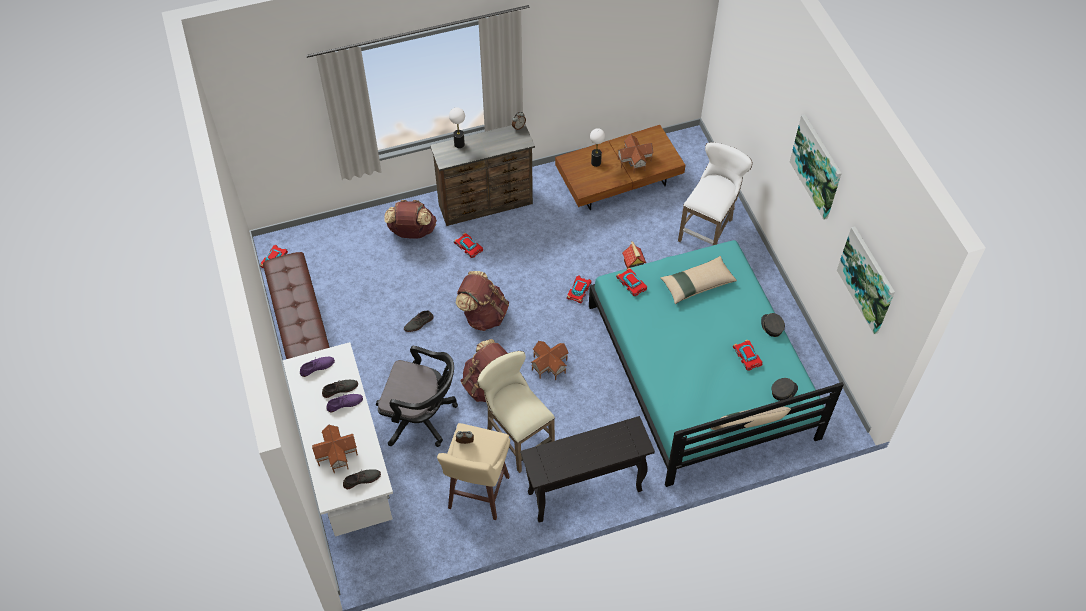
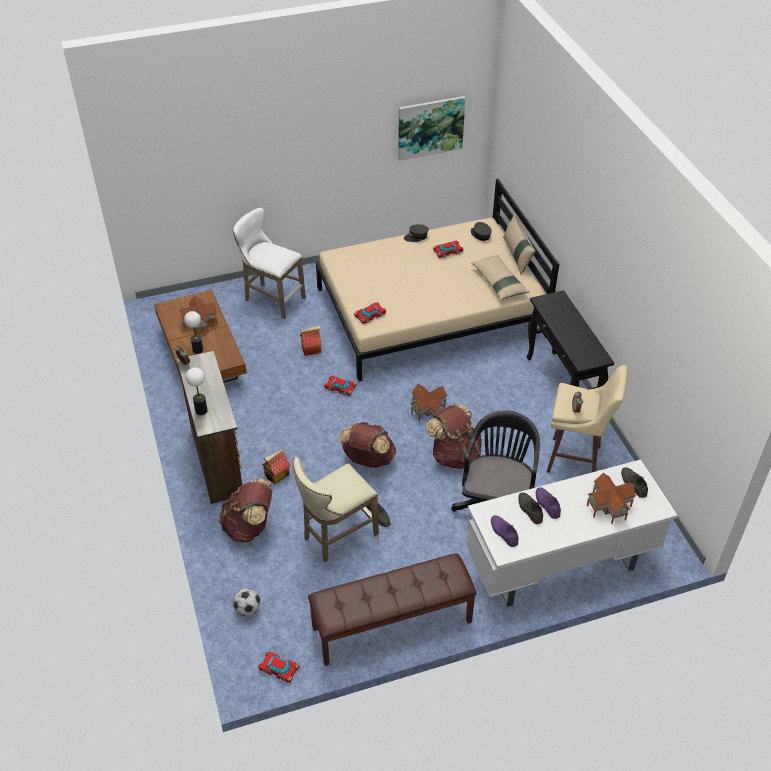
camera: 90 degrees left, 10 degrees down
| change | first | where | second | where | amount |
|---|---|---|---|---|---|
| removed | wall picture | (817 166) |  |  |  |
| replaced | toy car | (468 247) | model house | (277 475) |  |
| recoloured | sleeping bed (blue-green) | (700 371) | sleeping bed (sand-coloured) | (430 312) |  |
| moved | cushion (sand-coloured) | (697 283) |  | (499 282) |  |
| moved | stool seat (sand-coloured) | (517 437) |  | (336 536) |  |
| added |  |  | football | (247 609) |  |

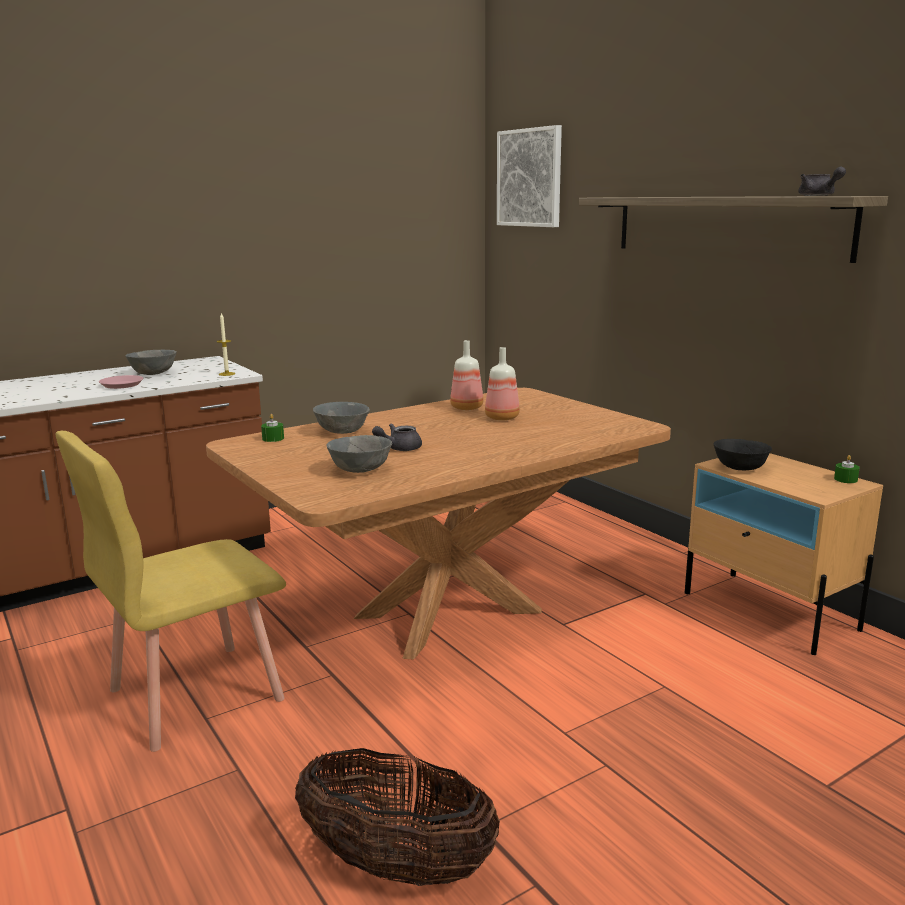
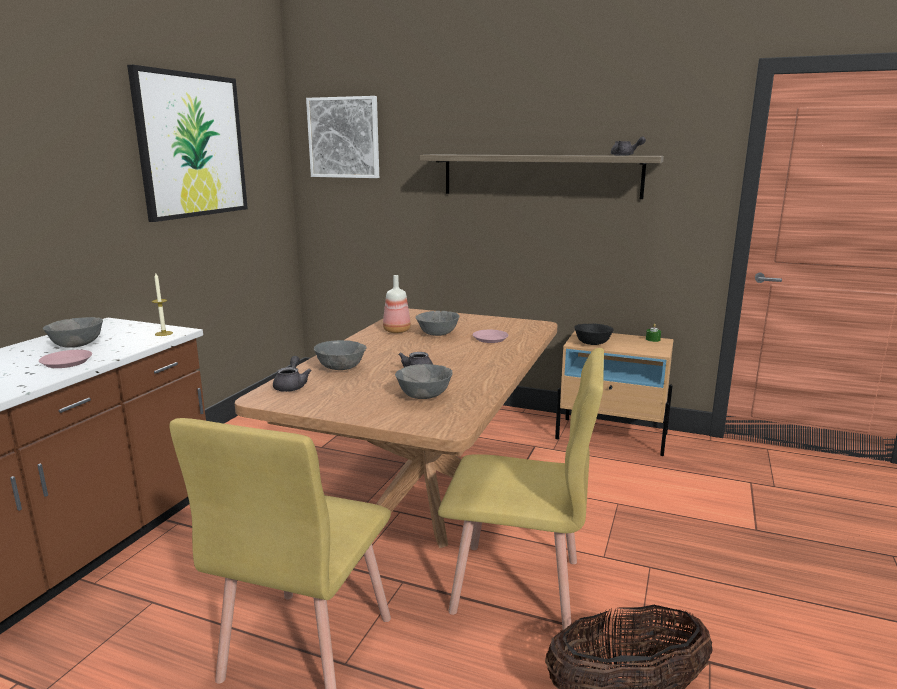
camera: 35 degrees left, 0 degrees up
| change | first | where | second | where | amount |
|---|---|---|---|---|---|
| replaced | beverage bottle | (501 417) | deep dish (gray) | (437 334) |  |
| replaced | wax candle (green) | (273 438) | teapot (gray) | (291 386) |  |
| added |  |  | wall picture | (192 145) |  |
| added |  |  | flat dish (pink) | (490 339) |  |
| added |  |  | chair (yellow-coloured) | (518 586) |  |

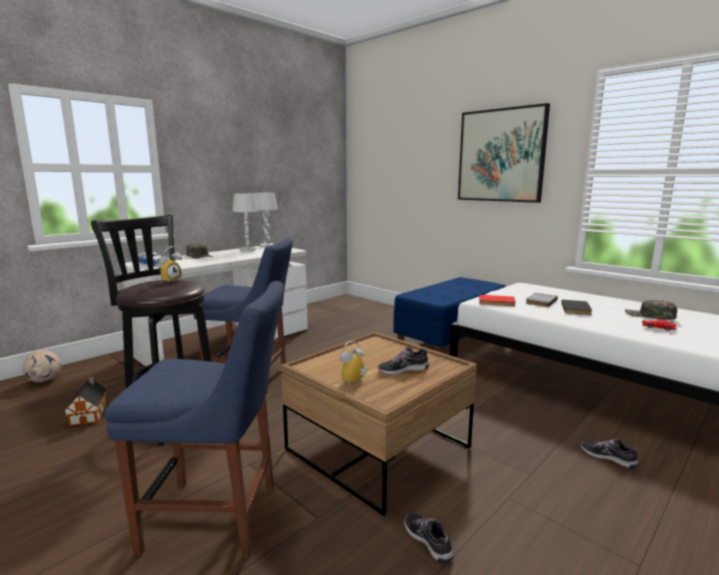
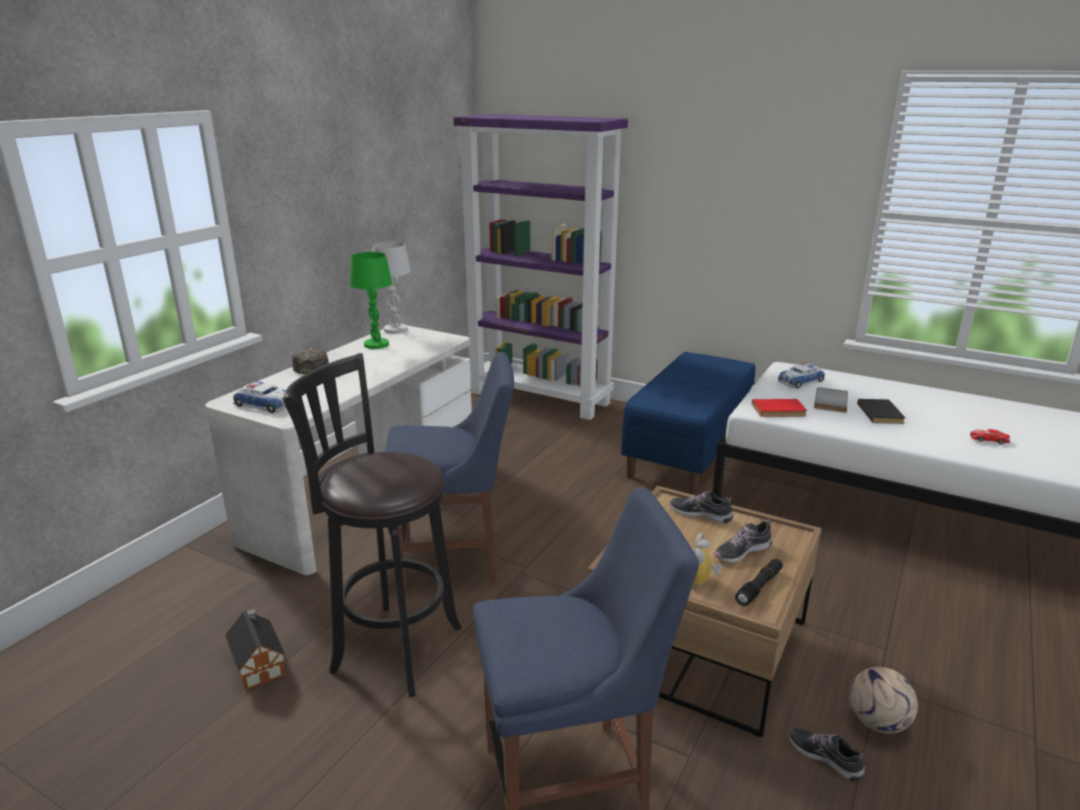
camera: 15 degrees left, 10 degrees up
| change | first | where | second | where | amount |
|---|---|---|---|---|---|
| removed | wall picture | (501 155) |  |  |  |
| recoloured | lamp for a table (whitish) | (248 250) | lamp for a table (green) | (376 344) |  |
| removed | bedside clock | (170 281) |  |  |  |
| removed | peaked cap (green) | (649 315) |  |  |  |
| moved | football | (45 380) |  | (877 722) |  |
| moved | item of footwear | (608 457) |  | (700 514) |  |
| added |  |  | shelving unit (purplish) | (541 398) |  |
| added |  |  | toy car | (800 381) |  |
| added |  |  | torch (black-coloured) | (759 587) |  |

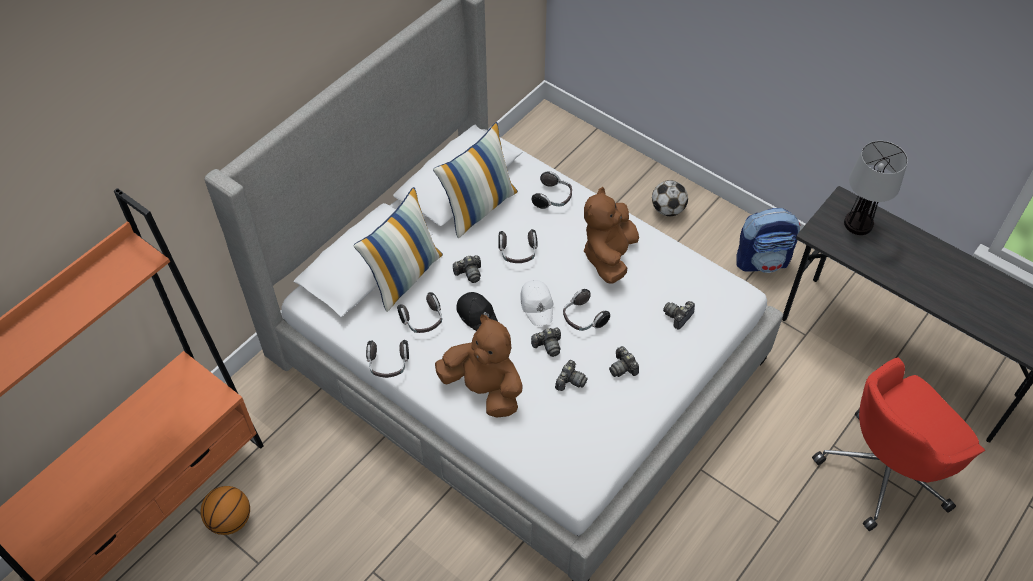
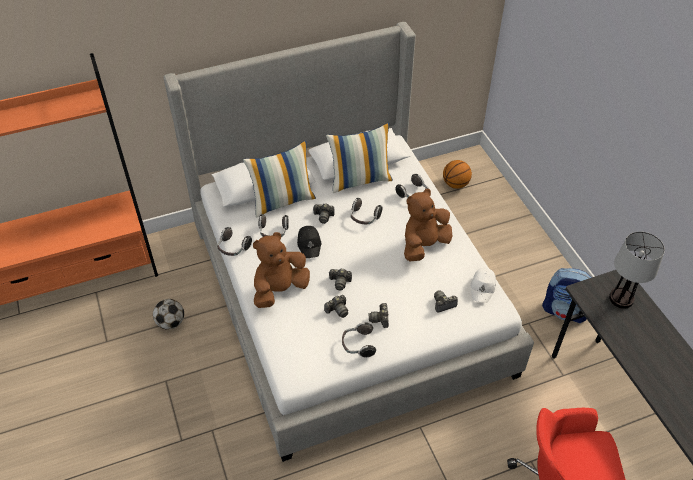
camera: 30 degrees right, 5 degrees down
| change | first | where | second | where | amount |
|---|---|---|---|---|---|
| moved | football | (667 210) |  | (171 323) |  |
| moved | peaked cap (whitish) | (537 305) |  | (483 287) |  |
| moved | headset | (583 318) |  | (358 345) |  |
| turned | soft toy (brownish) | (484 389) |  | (280 289) | 105 degrees counterclockwise |
| moved | ball for basketball | (230 520) |  | (455 184) |  |

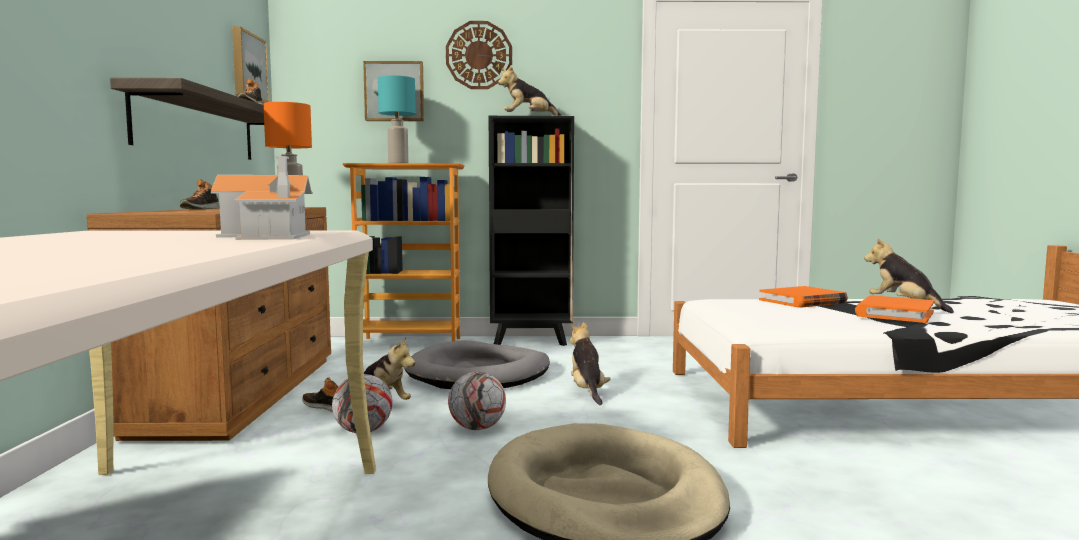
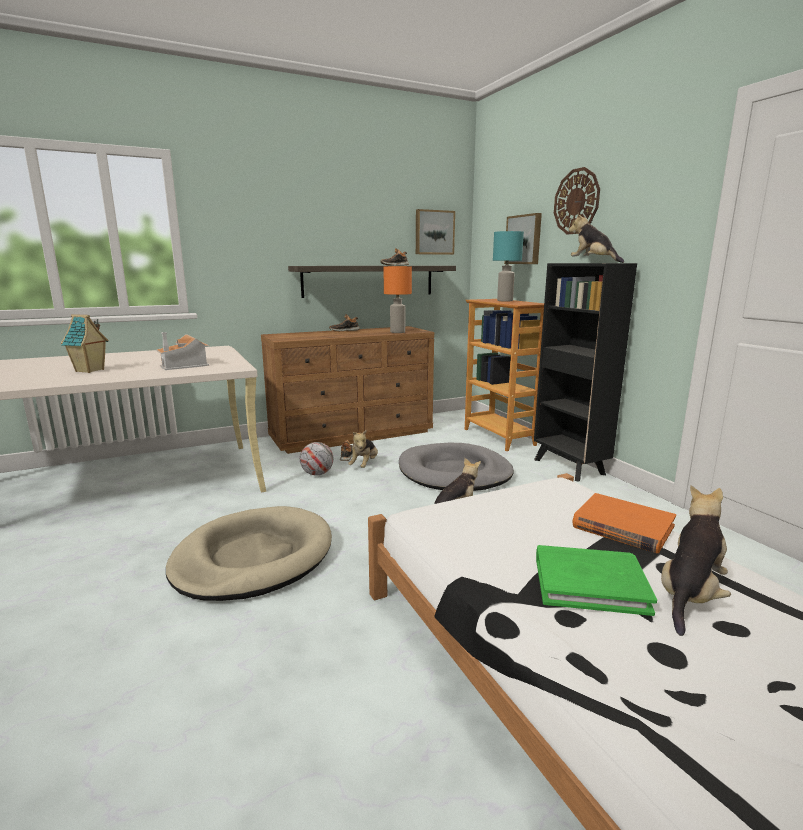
camera: 65 degrees right, 10 degrees up
| change | first | where | second | where | amount |
|---|---|---|---|---|---|
| recoloured | bound book (orange) | (894 314) | bound book (green) | (589 583) |  |
| removed | football | (477 428) |  |  |  |
| added |  |  | model house | (90 370) |  |

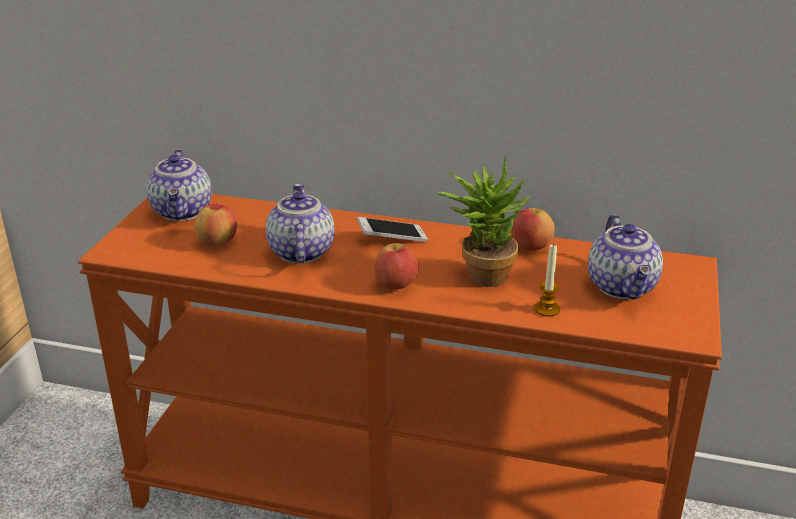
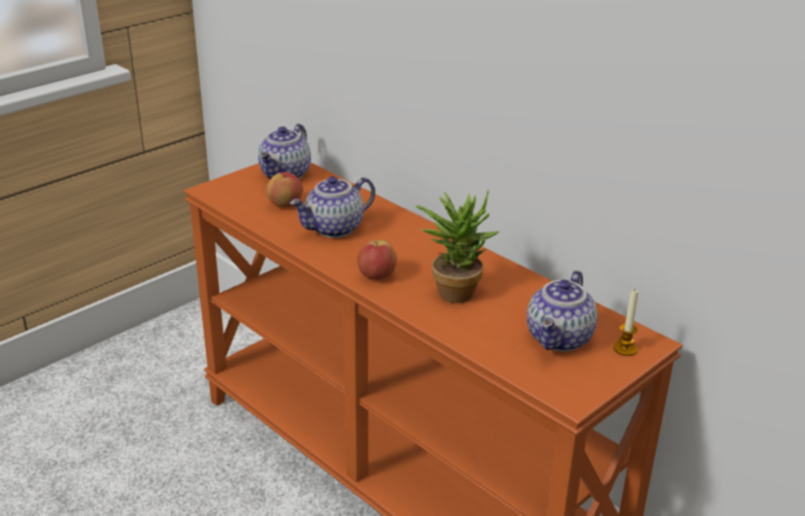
camera: 30 degrees right, 0 degrees up
| change | first | where | second | where | amount |
|---|---|---|---|---|---|
| turned | teapot | (299 252) |  | (334 229) | 150 degrees counterclockwise |
| removed | whole apple | (530 247) |  |  |  |
| removed | phone | (392 239) |  |  |  |
| moved | wax candle | (547 309) |  | (625 348) |  |

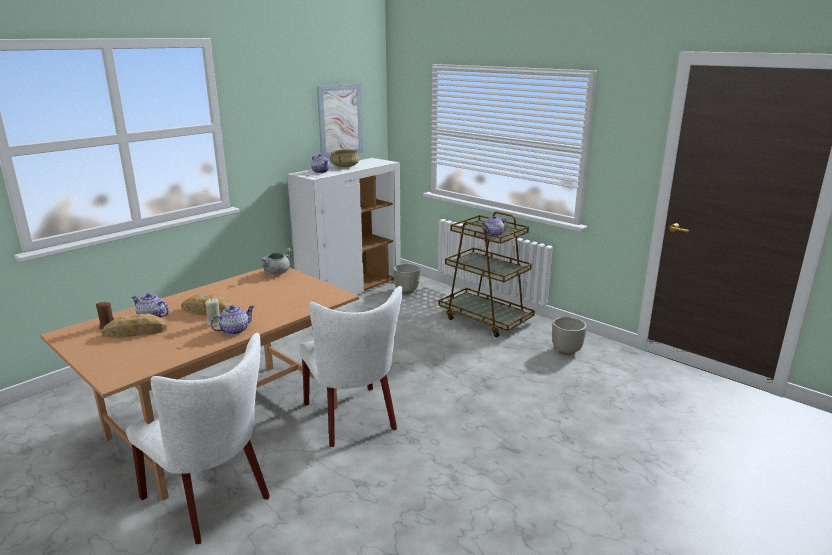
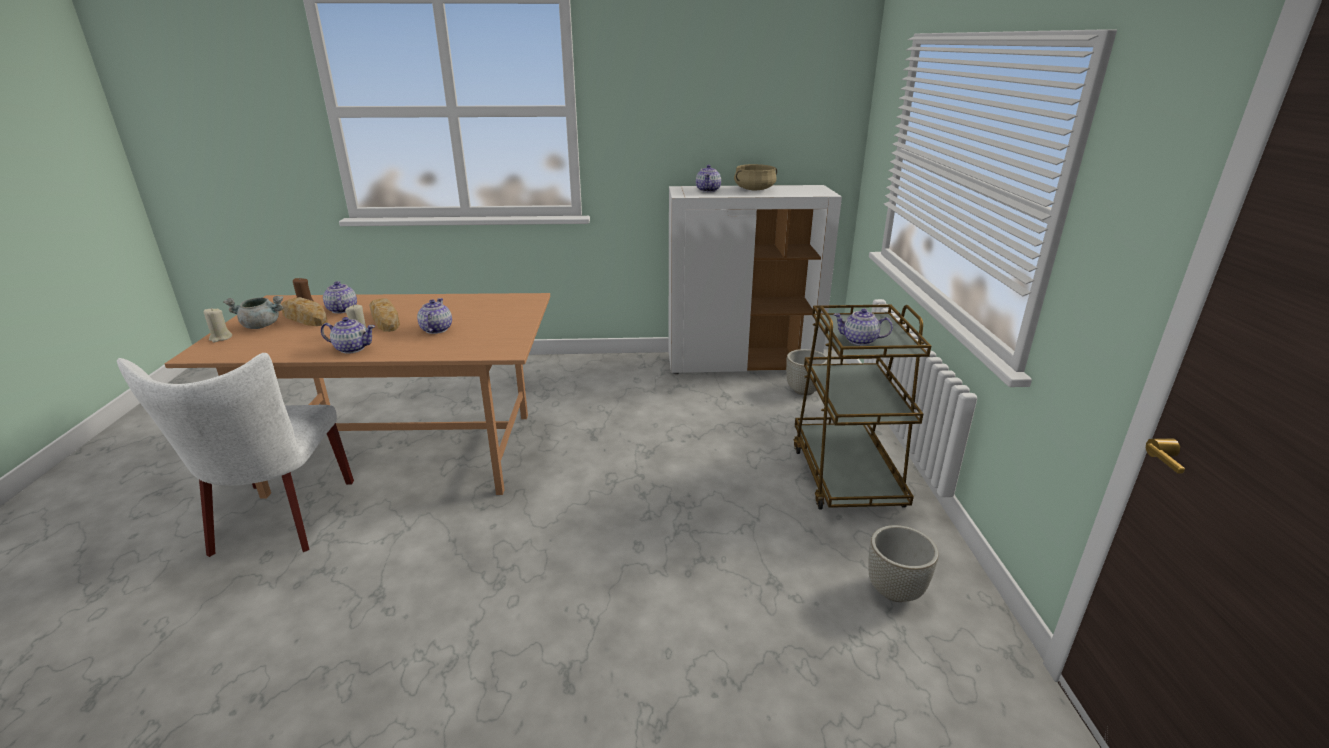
camera: 45 degrees right, 5 degrees up
| change | first | where | second | where | amount |
|---|---|---|---|---|---|
| removed | wall picture | (340 121) |  |  |  |
| moved | cooking pot (gray) | (277 272) |  | (262 326) |  |
| removed | chair (whitish) | (353 419) |  |  |  |
| added |  |  | teapot | (436 330) |  |
| added |  |  | wax candle (sand-coloured) | (220 338) |  |

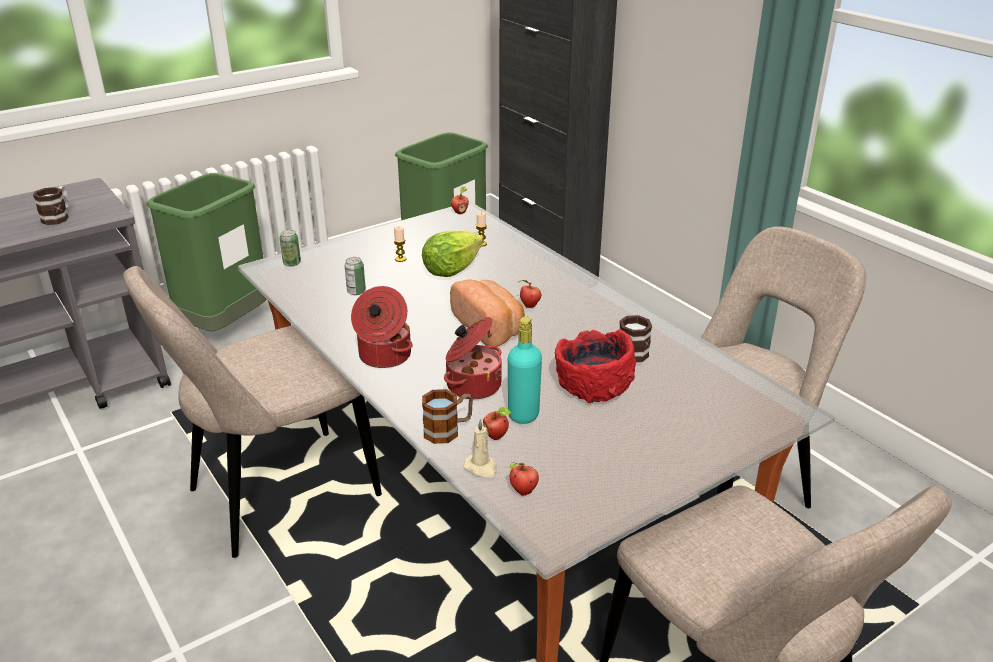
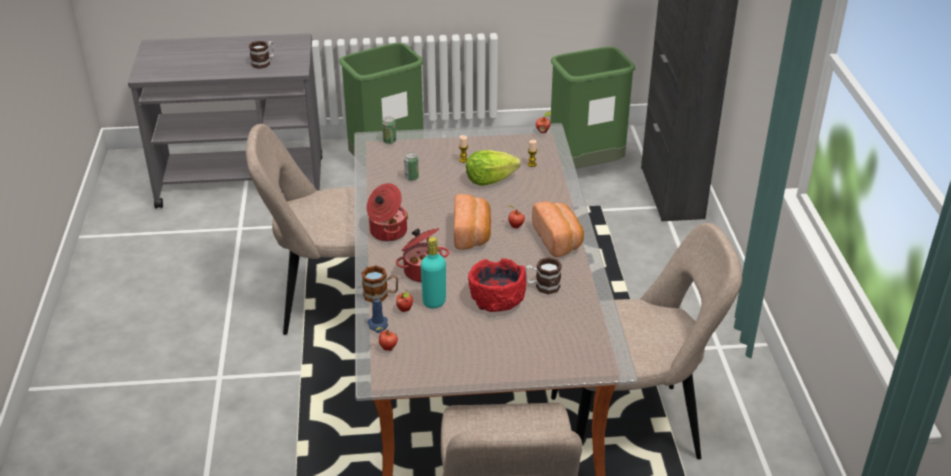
camera: 30 degrees right, 5 degrees up
| change | first | where | second | where | amount |
|---|---|---|---|---|---|
| recoloured | wax candle (sand-coloured) | (482 467) | wax candle (blue) | (378 325) |  |
| added |  |  | bread | (558 240) |  |

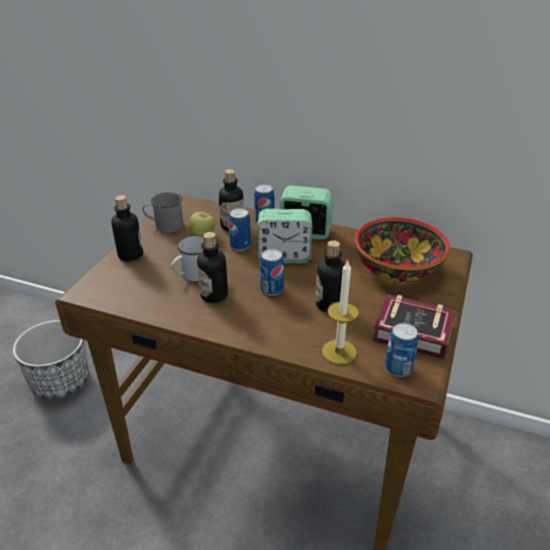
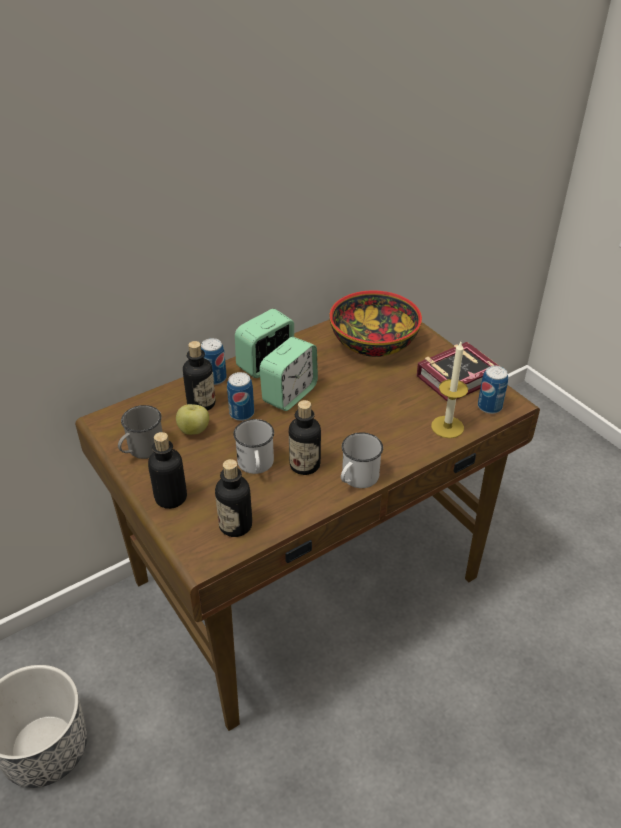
camera: 55 degrees left, 5 degrees up
| change | first | where | second | where | amount |
|---|---|---|---|---|---|
| moved | beverage bottle | (329 304) |  | (235 525) |  |
| removed | sealed can | (271 289) |  |  |  |
| added |  |  | tea mug (whitish) | (356 479) |  |

